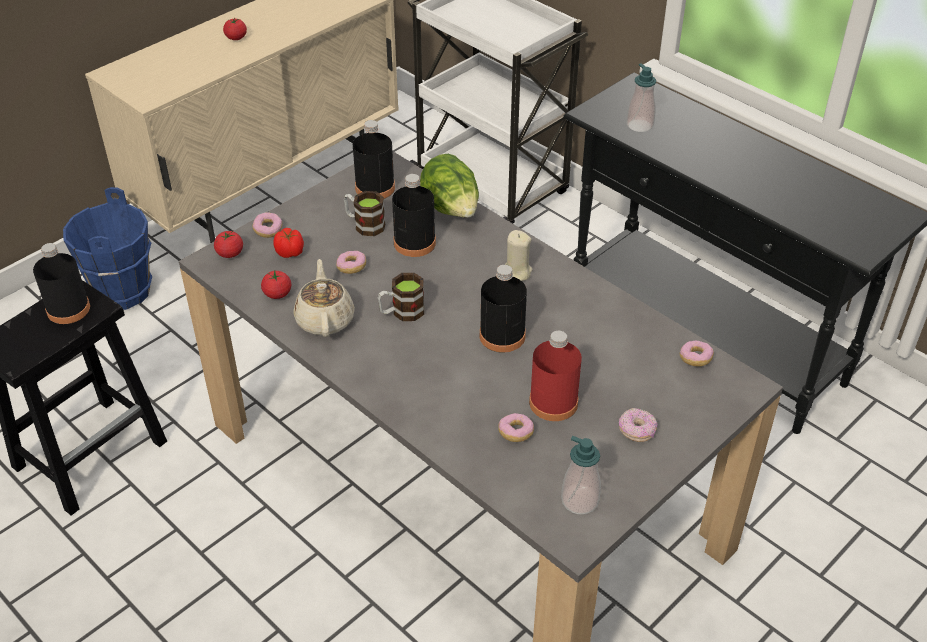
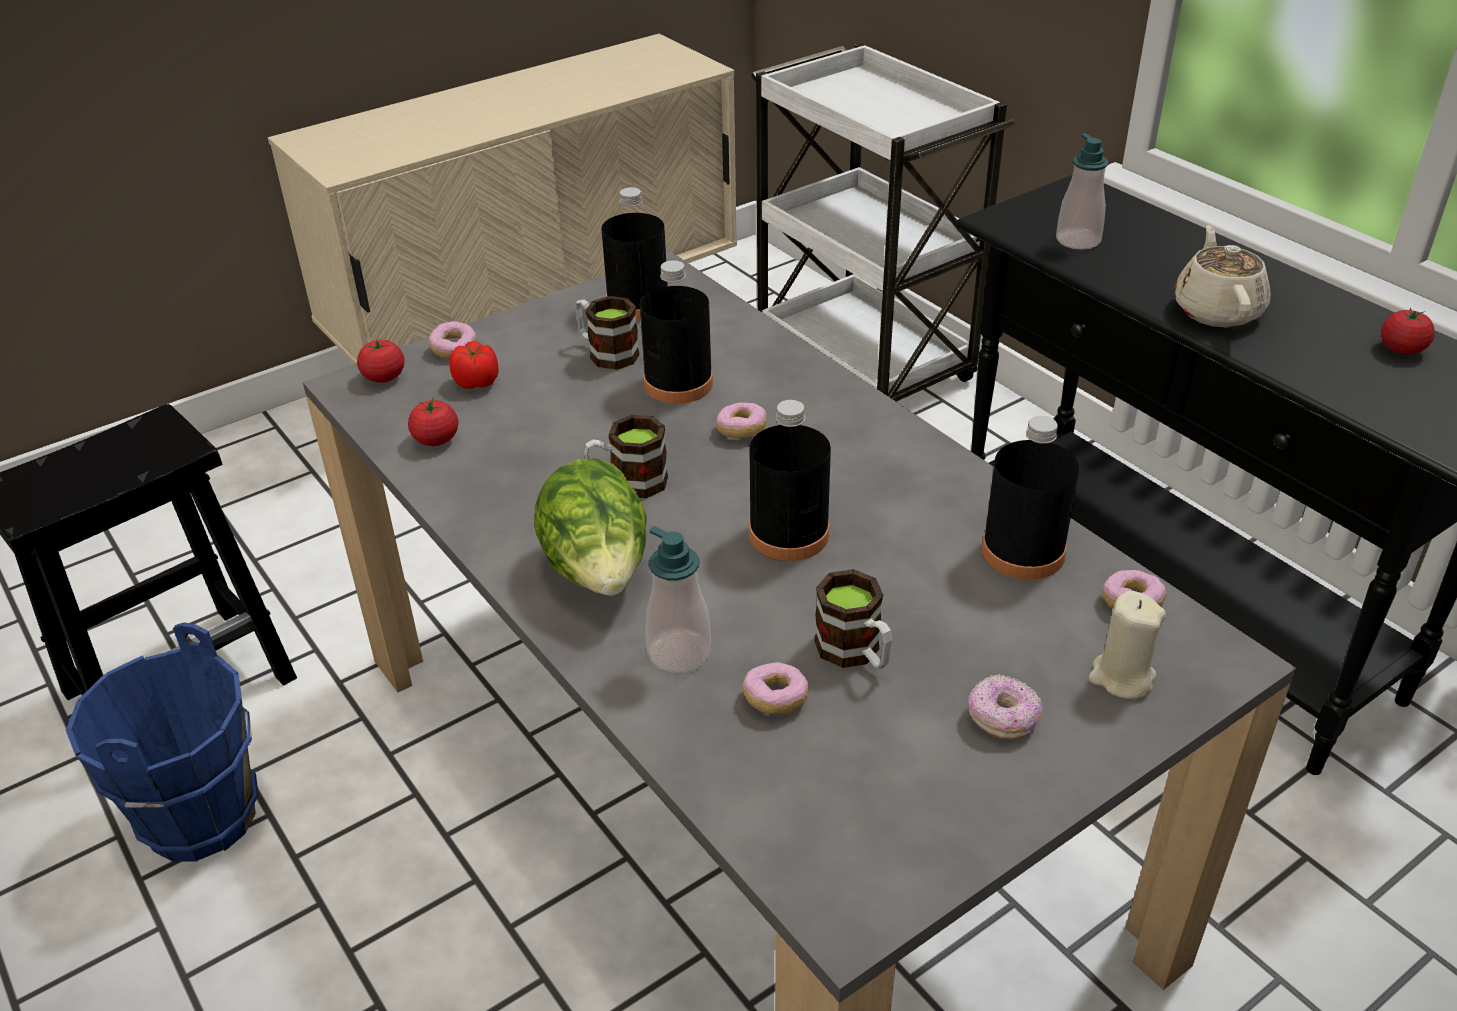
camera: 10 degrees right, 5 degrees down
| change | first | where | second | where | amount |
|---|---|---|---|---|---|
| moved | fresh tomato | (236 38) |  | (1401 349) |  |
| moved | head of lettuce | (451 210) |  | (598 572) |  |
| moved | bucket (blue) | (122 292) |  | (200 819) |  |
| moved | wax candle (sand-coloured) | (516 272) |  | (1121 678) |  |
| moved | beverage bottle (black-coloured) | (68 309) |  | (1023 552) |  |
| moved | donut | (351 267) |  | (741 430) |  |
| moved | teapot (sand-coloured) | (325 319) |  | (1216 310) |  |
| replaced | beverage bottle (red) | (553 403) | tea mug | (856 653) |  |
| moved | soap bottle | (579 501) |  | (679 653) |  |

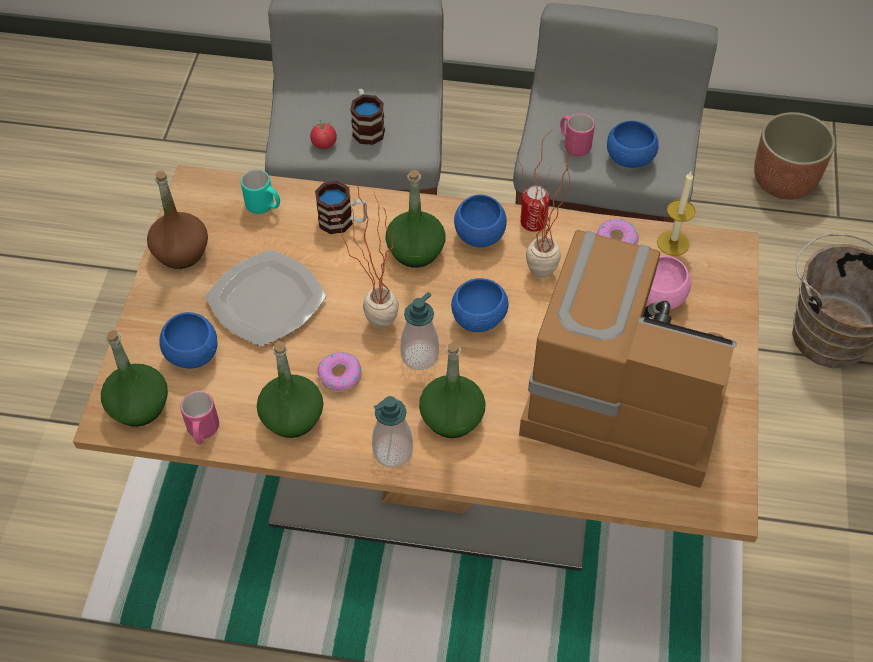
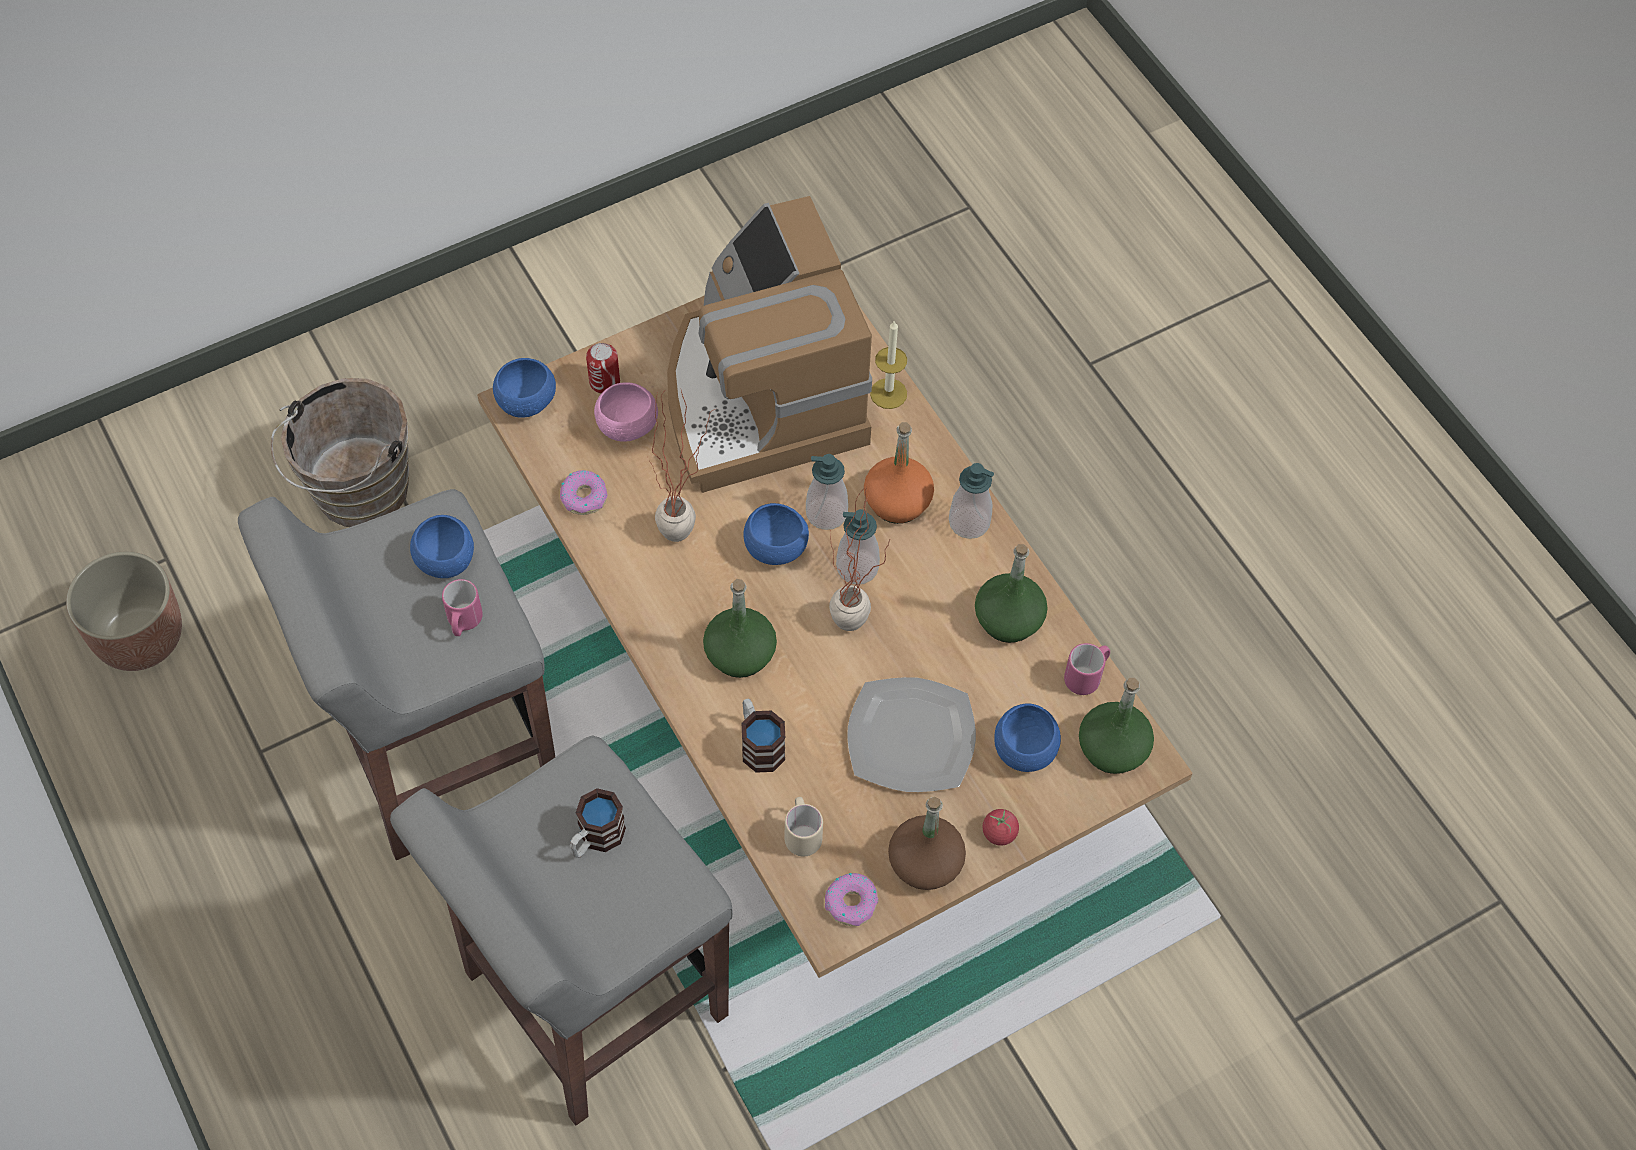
camera: 130 degrees left, 5 degrees up
| change | first | where | second | where | amount |
|---|---|---|---|---|---|
| moved | fresh tomato | (324 144) |  | (999 833) |  |
| recoloured | tea mug (blue-green) | (264 206) | tea mug (sand-coloured) | (802 833) |  |
| moved | wax candle | (673 243) |  | (888 393) |  |
| moved | sealed can | (533 222) |  | (604 382) |  |
| moved | deep dish (blue) | (479 236) |  | (526 402) |  |
| recoloured | beverage bottle (green) | (451 417) | beverage bottle (orange) | (898 502) |  |
| moved | donut | (340 376) |  | (851 903) |  |
| added |  |  | soap bottle | (826 513) |  |

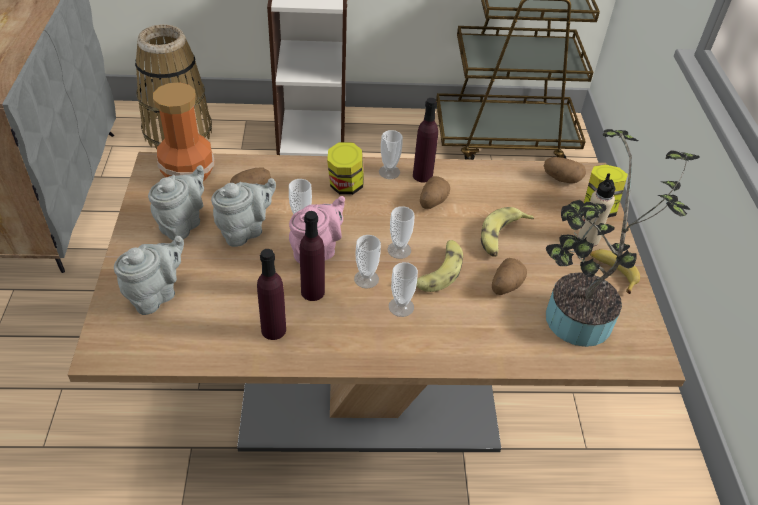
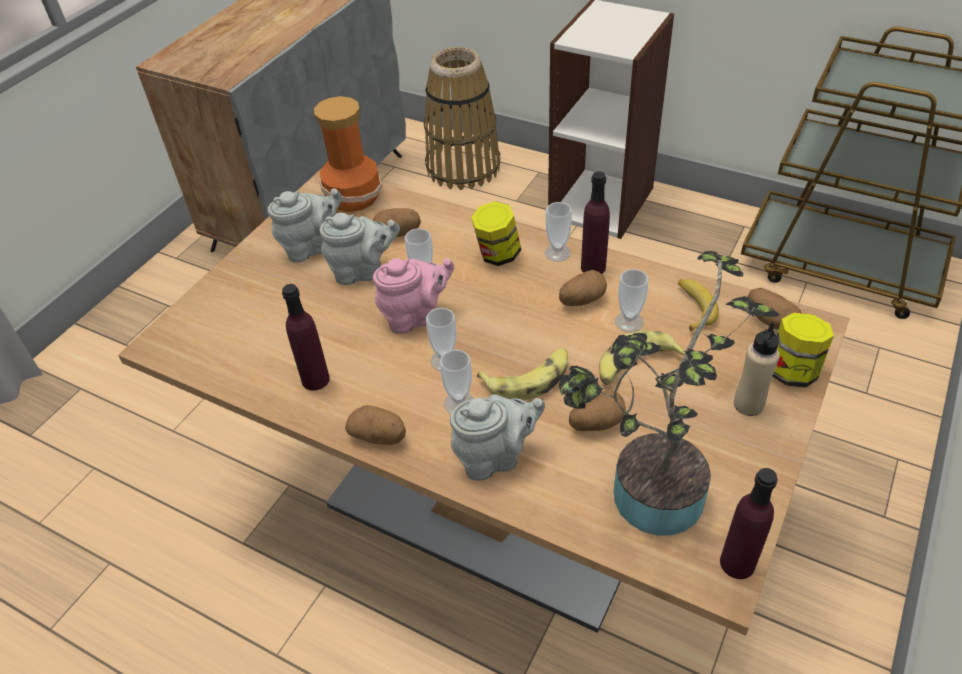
camera: 35 degrees right, 0 degrees up
| change | first | where | second | where | amount |
|---|---|---|---|---|---|
| moved | cup | (399 250) |  | (629 322) |  |
| moved | beverage bottle (purplish) | (312 291) |  | (737 563) |  |
| moved | teapot (gray) | (156 295) |  | (495 457) |  |
| moved | banana | (612 272) |  | (693 307) |  |
| added |  |  | whole potato | (379 436) |  |

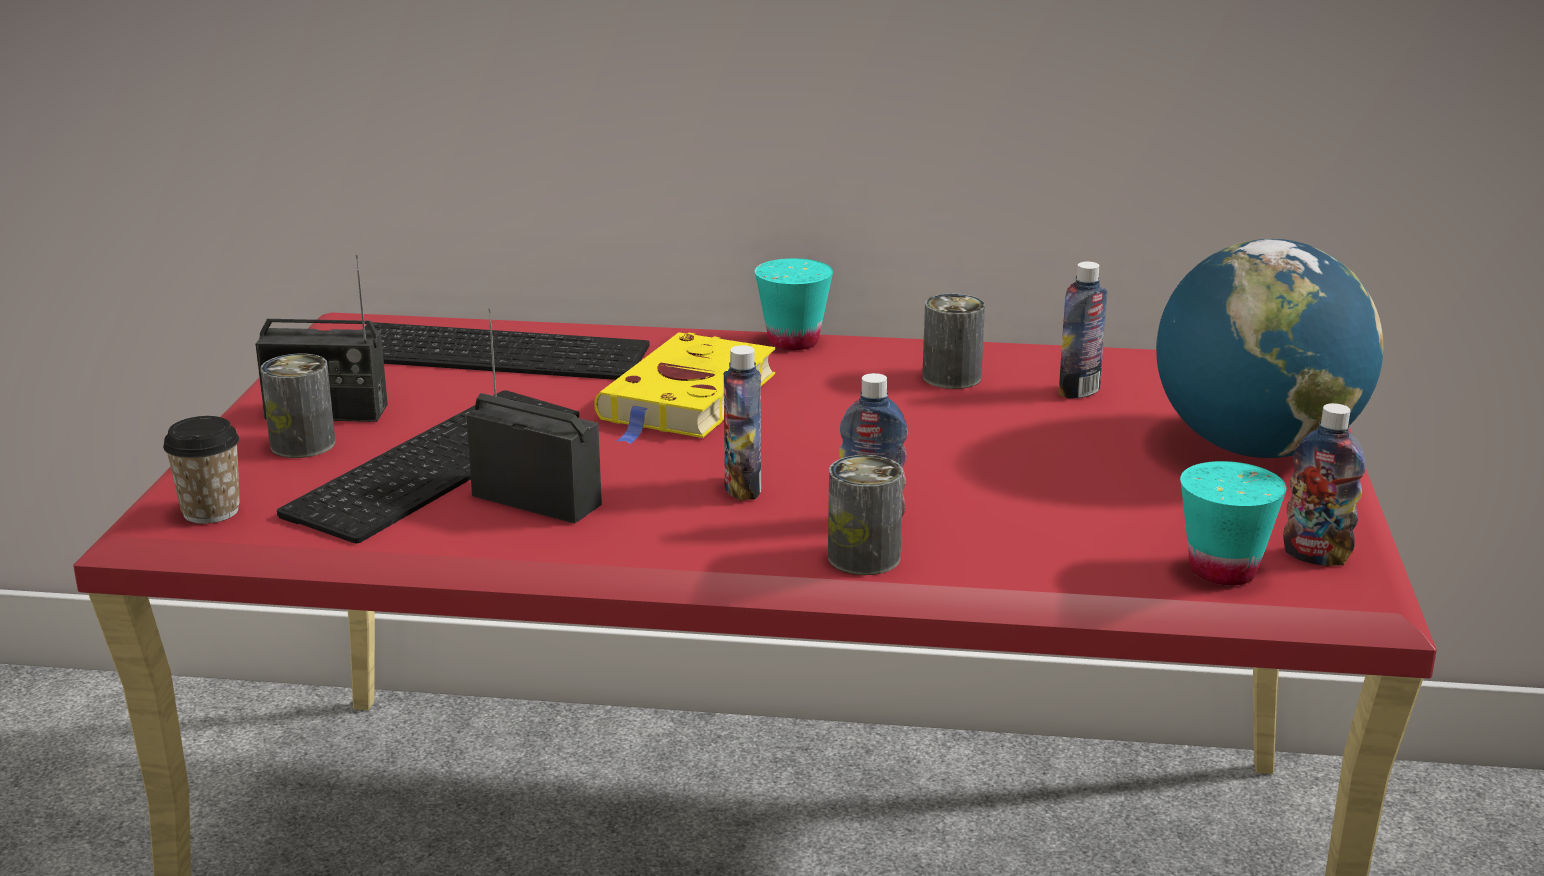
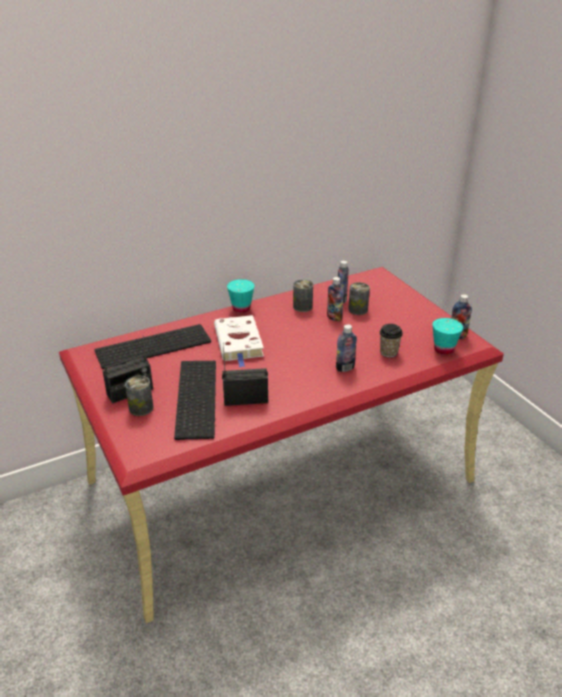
camera: 35 degrees left, 10 degrees up
| change | first | where | second | where | amount |
|---|---|---|---|---|---|
| removed | globe | (1255 448) |  |  |  |
| recoloured | bound book (yellow-coloured) | (687 400) | bound book (whitish) | (239 343) |  |
| moved | beverage bottle | (743 489) |  | (334 317) |  |
| moved | cup | (211 511) |  | (389 352) |  |
| moved | sealed can | (864 557) |  | (358 310) |  |

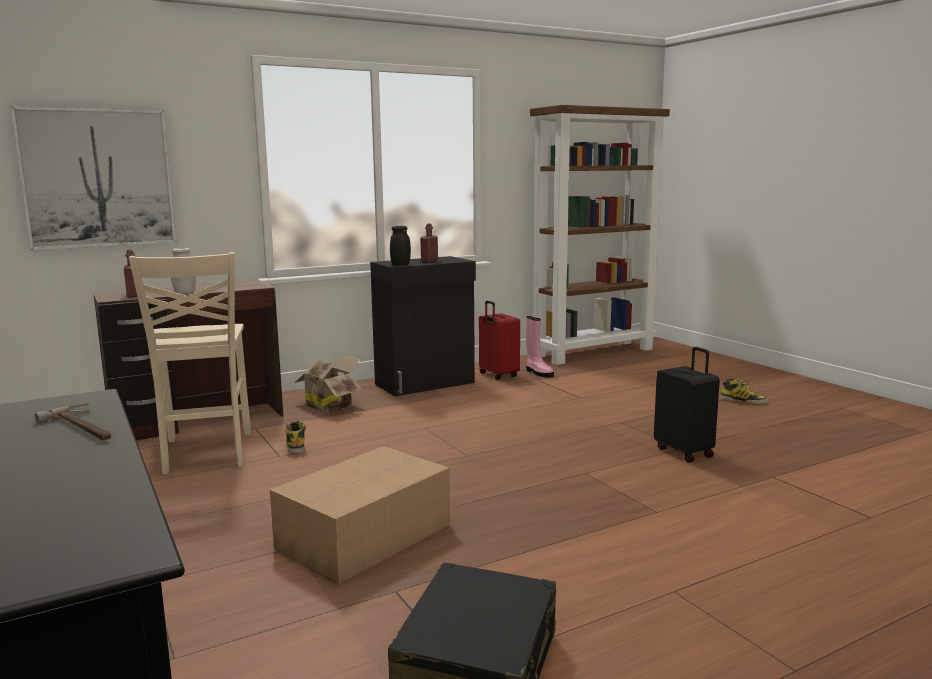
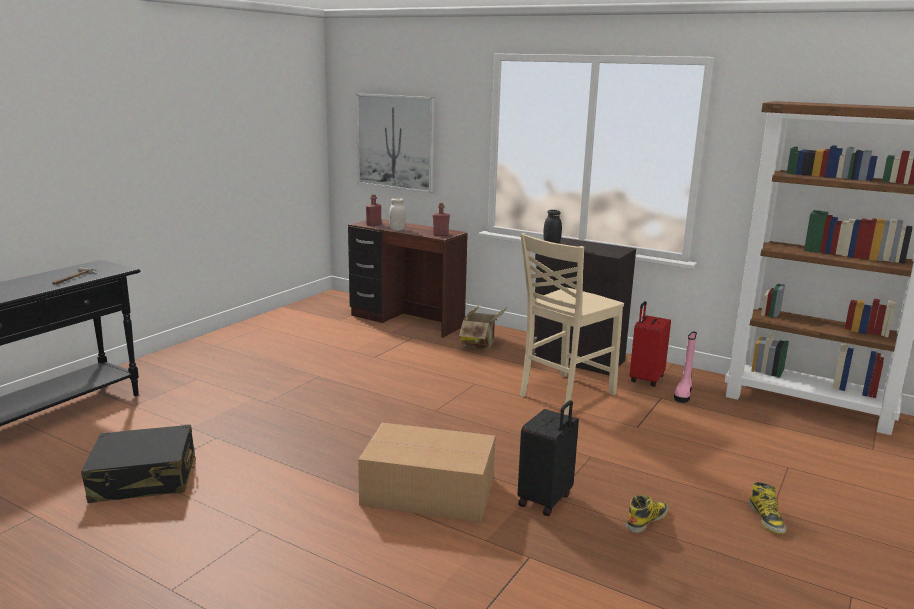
camera: 60 degrees right, 5 degrees up
| change | first | where | second | where | amount |
|---|---|---|---|---|---|
| moved | beverage bottle (red) | (429 261) |  | (440 235) |  |
| moved | chair (sand-coloured) | (206 454) |  | (564 395) |  |
| moved | boot | (296 445) |  | (646 520) |  |
| moved | packing box | (367 536) |  | (430 492) |  |

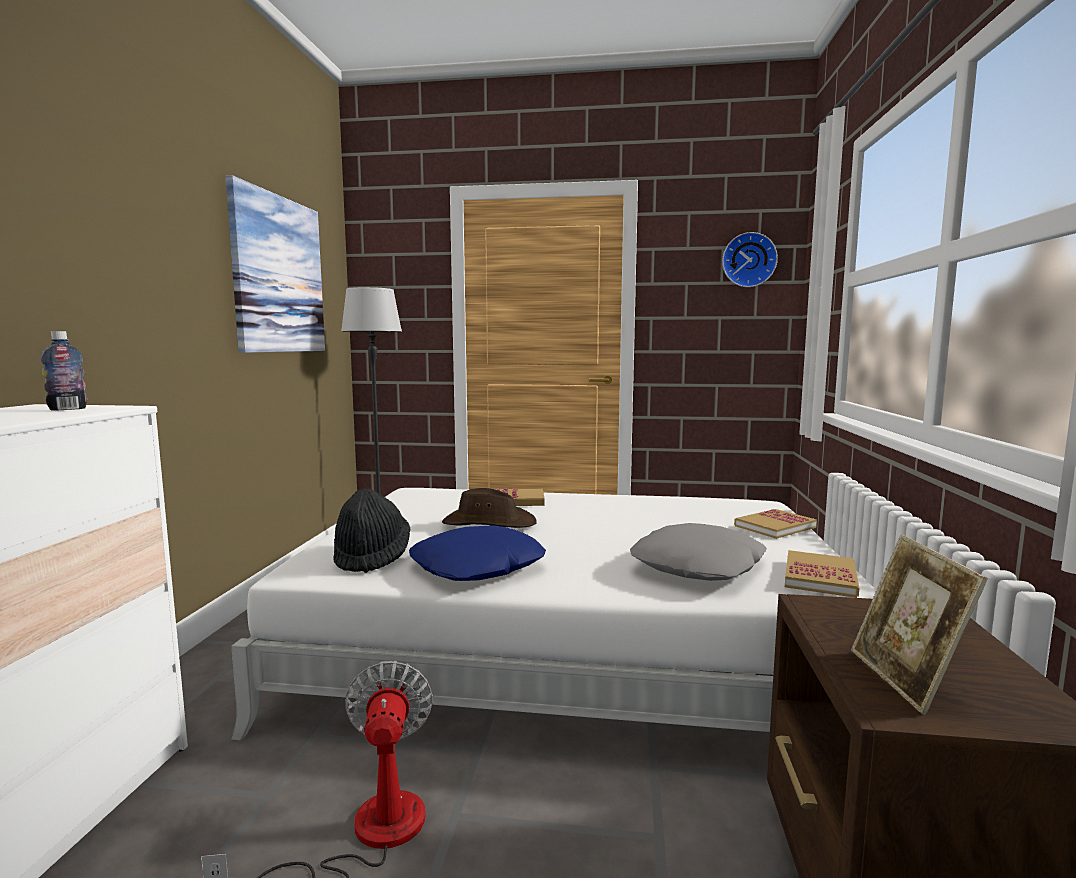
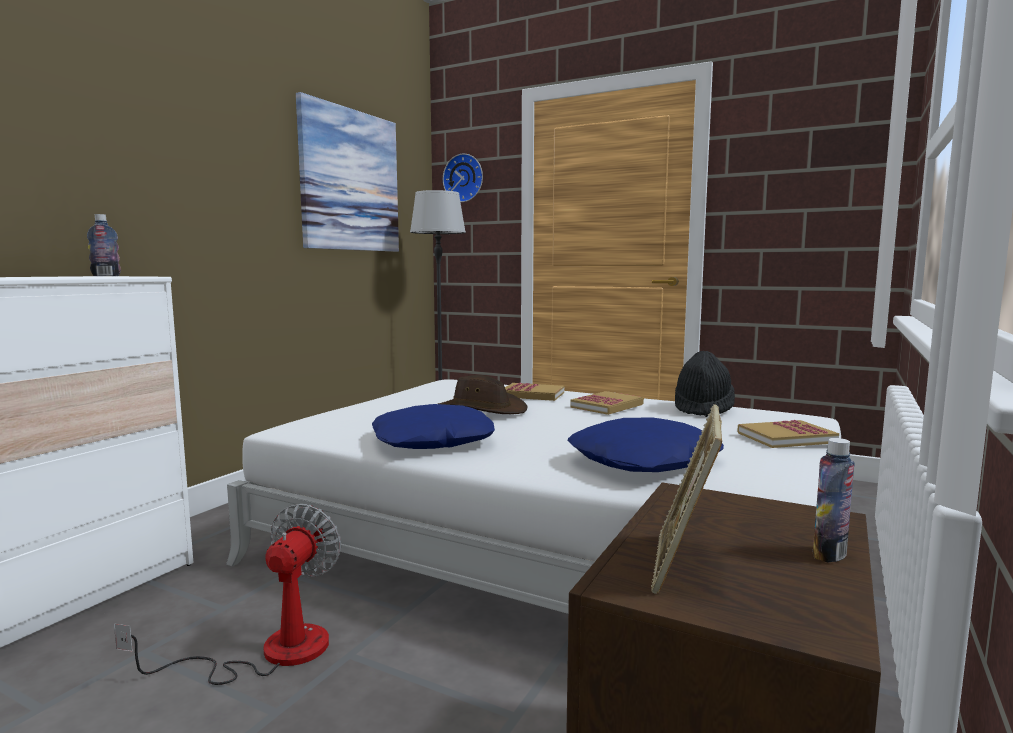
camera: 20 degrees right, 0 degrees up
| change | first | where | second | where | amount |
|---|---|---|---|---|---|
| moved | wall clock | (748 260) |  | (464 178) |  |
| moved | clothing hat (black-coloured) | (372 557) |  | (703 409) |  |
| recoloured | cushion (gray) | (699 566) | cushion (blue) | (644 460) |  |
| moved | bound book | (820 577) |  | (607 406) |  |
| added |  |  | beverage bottle | (829 554) |  |

